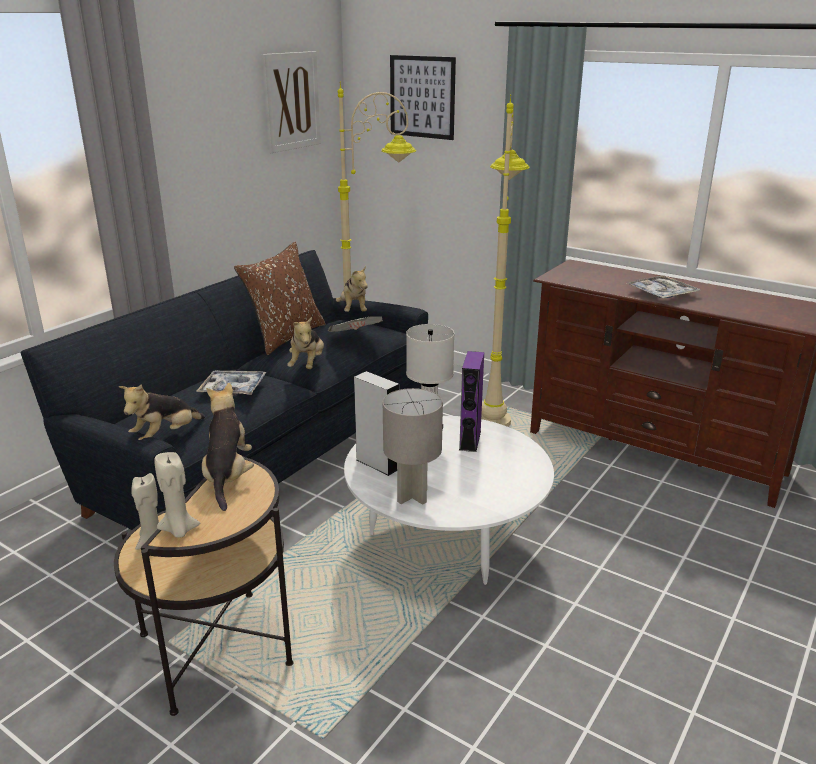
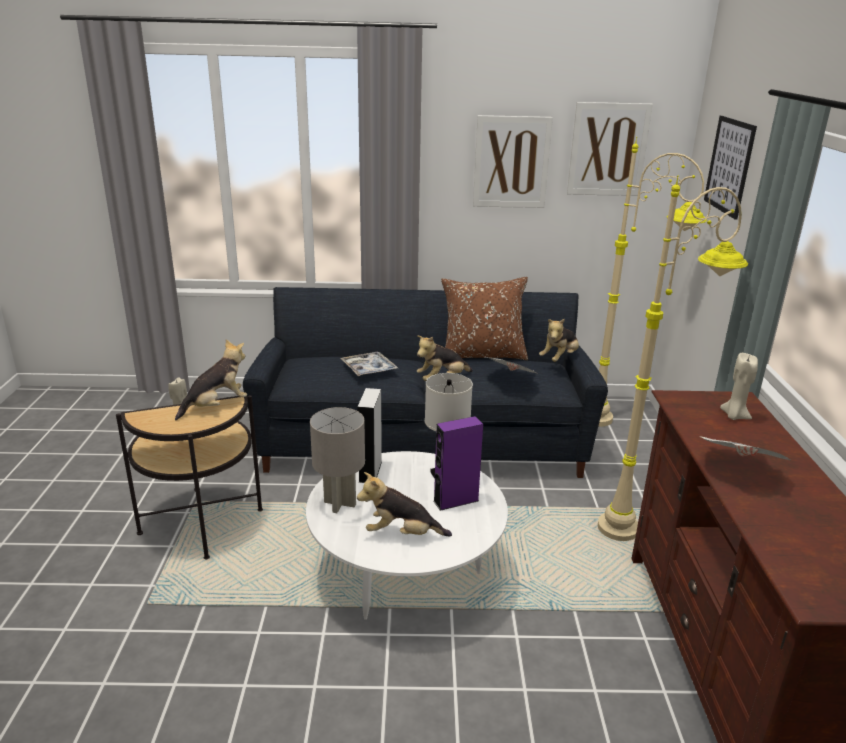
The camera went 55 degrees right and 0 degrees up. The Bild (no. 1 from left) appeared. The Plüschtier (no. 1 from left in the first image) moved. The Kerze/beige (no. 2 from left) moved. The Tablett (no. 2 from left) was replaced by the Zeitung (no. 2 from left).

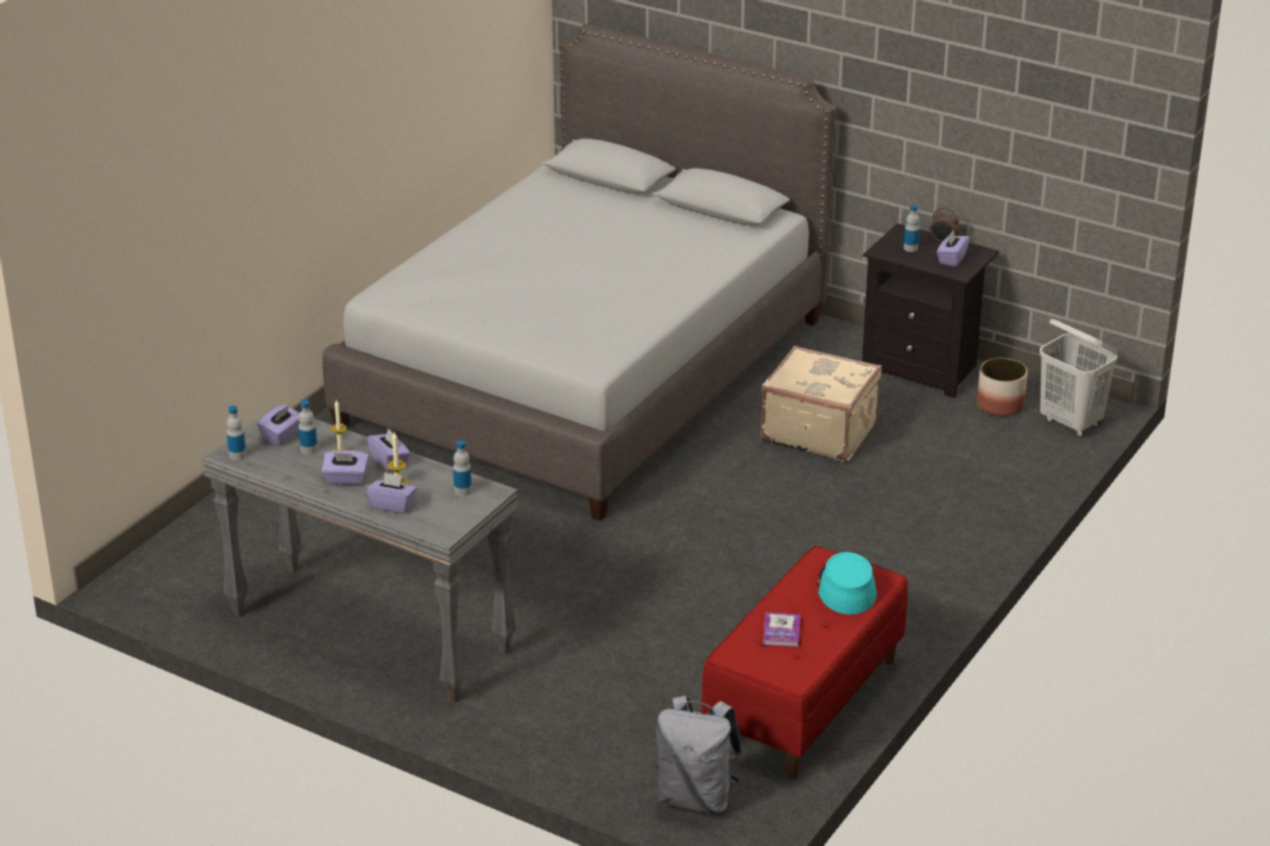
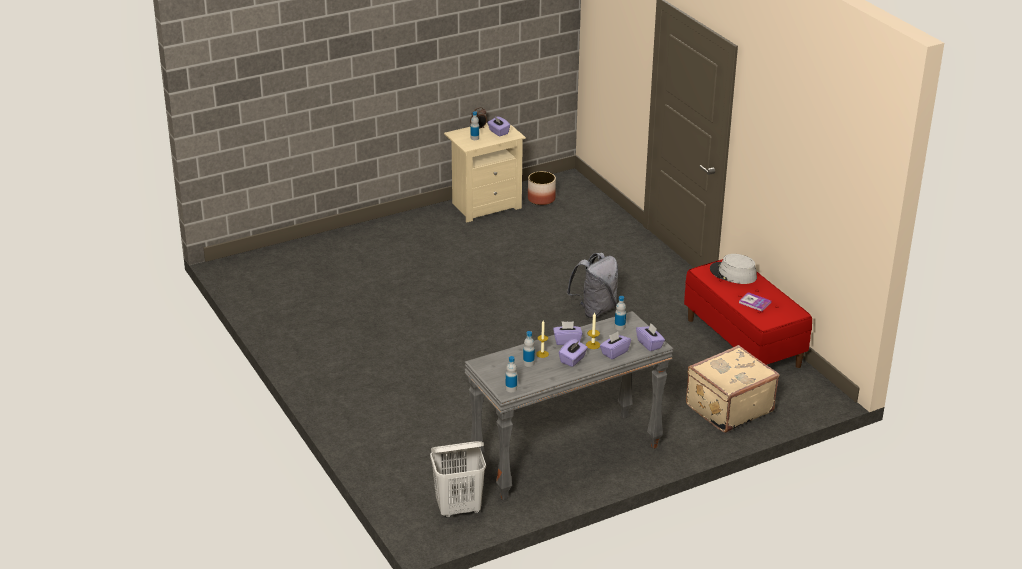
The camera went 60 degrees left and 0 degrees up. The Bett/grau disappeared. The Taschentuchbox/lila (no. 1 from left in the first image) moved. The Rucksack/grau moved. The Koffer/beige moved. The Wäschekorb/weiß moved. The Hut/türkis became the Hut/grau. The Nachttisch/schwarz became the Nachttisch/beige.

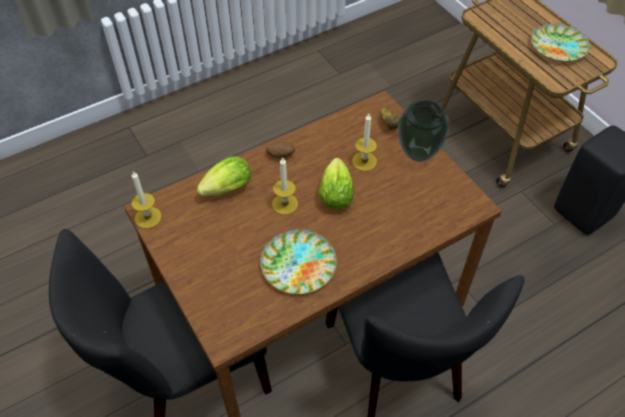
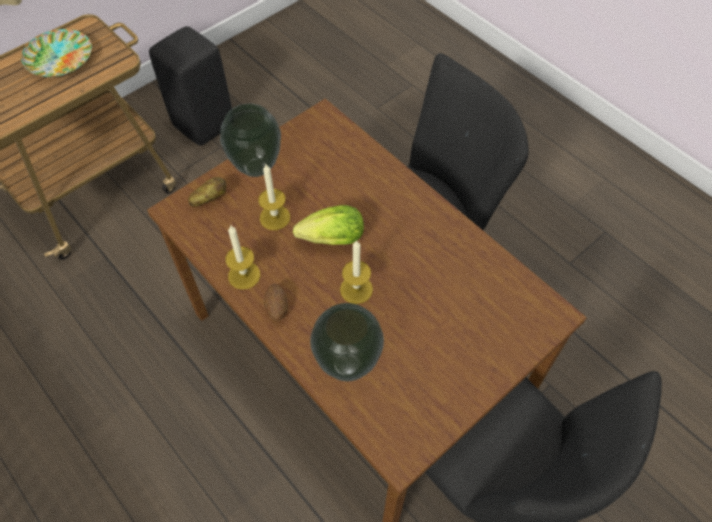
The camera went 100 degrees left and 5 degrees up. The Teller (no. 1 from left) disappeared. The Kerze (no. 1 from left) moved. The Salatkopf (no. 1 from left) was replaced by the Vase (no. 2 from left).

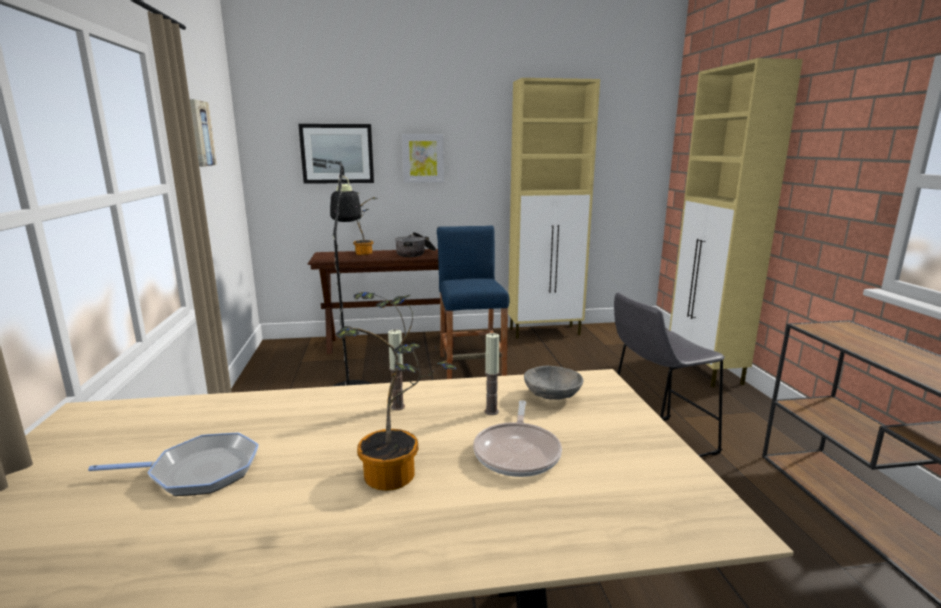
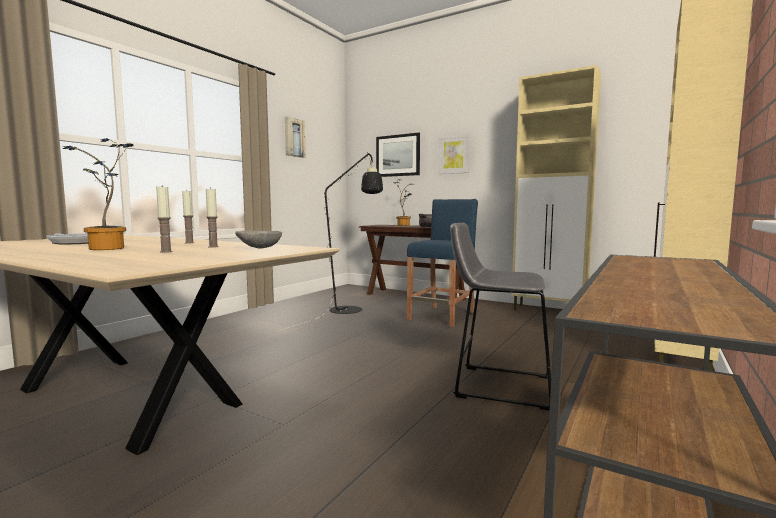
The camera went 40 degrees right and 10 degrees down. The Pfanne (no. 2 from left) was replaced by the Kerze (no. 1 from left).

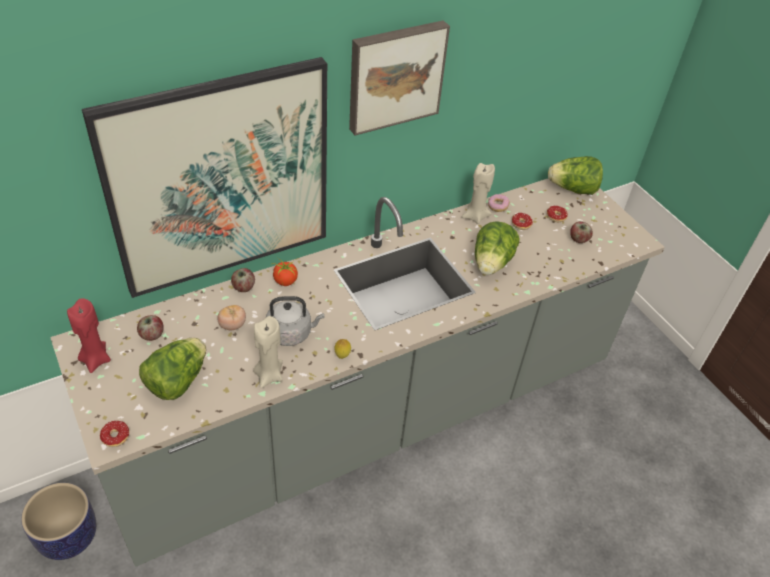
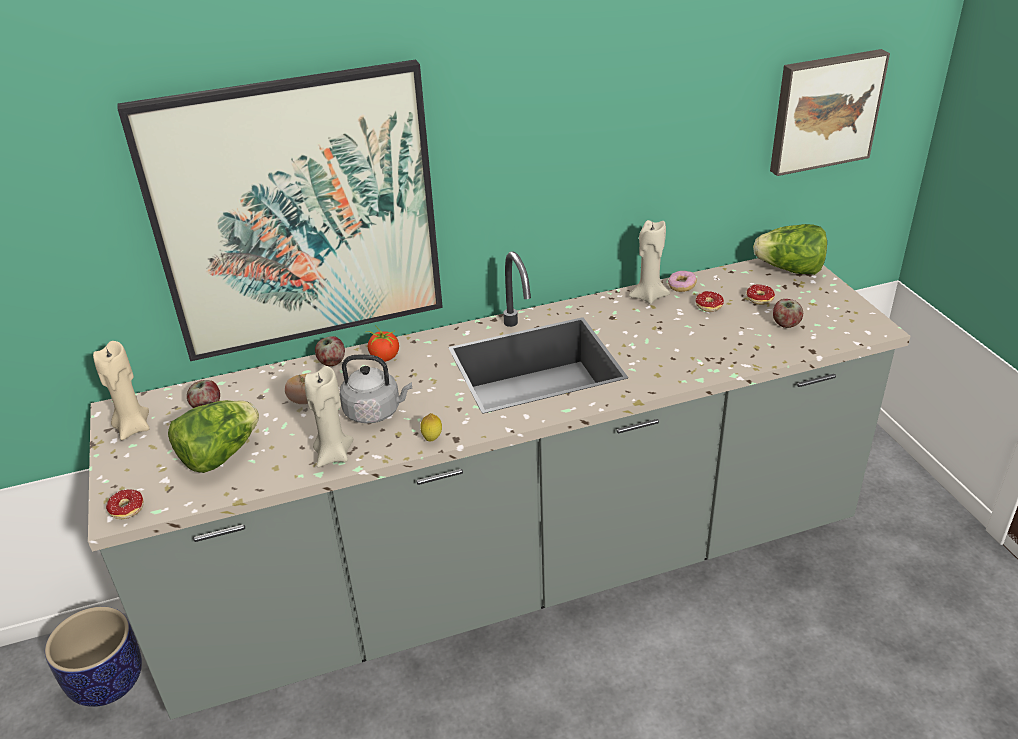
The camera went 15 degrees right and 10 degrees down. The Salatkopf (no. 2 from left) disappeared. The Bild (no. 2 from left) moved. The Kerze/rot became the Kerze/beige (no. 1 from left).

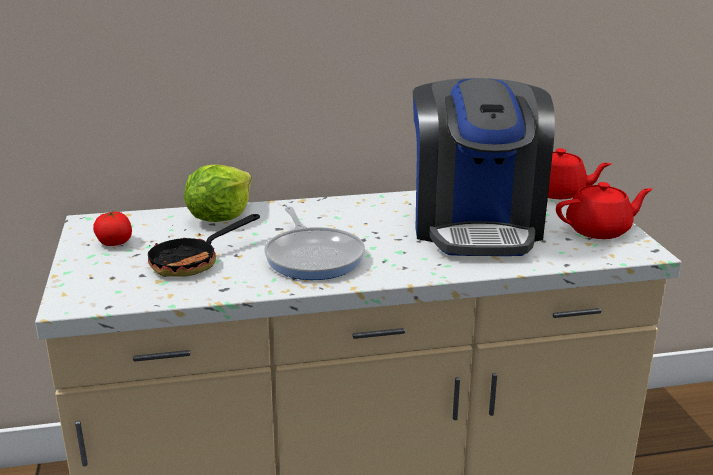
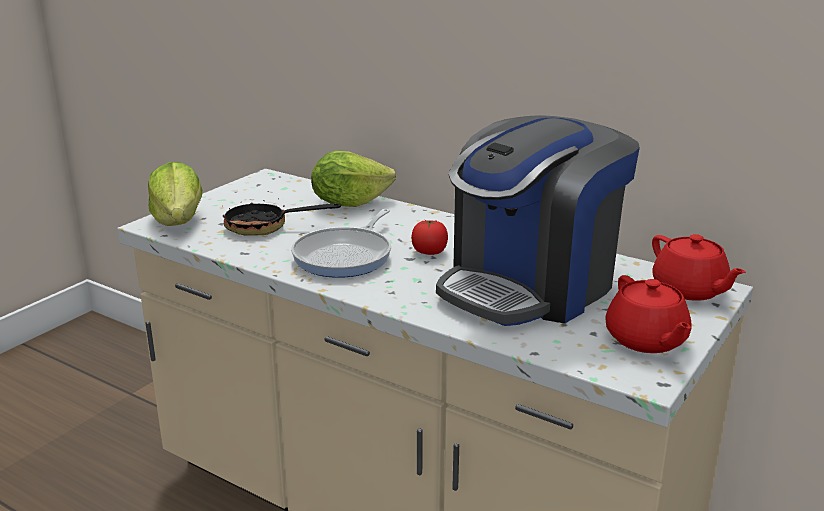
The camera went 45 degrees right and 0 degrees up. The Salatkopf (no. 1 from left) appeared. The Tomate moved. The Teekanne/rot (no. 2 from left in the first image) turned 45 degrees clockwise.

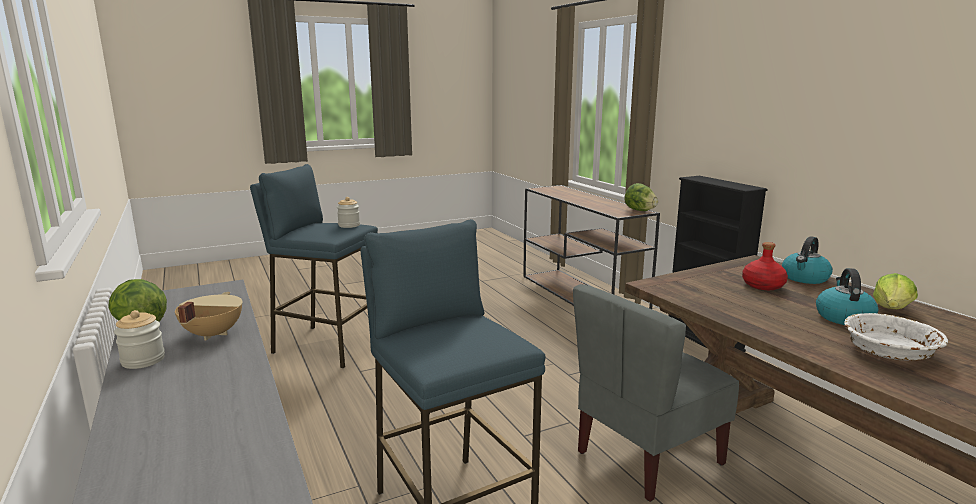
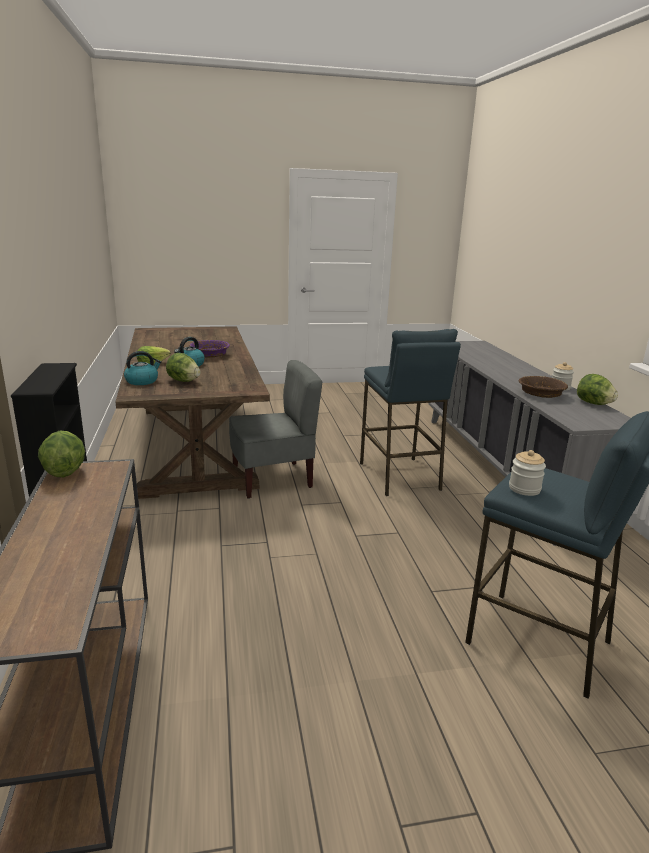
The camera went 165 degrees left and 5 degrees up. The Kochtopf/beige was replaced by the Schüssel/braun. The Flasche/rot was replaced by the Salatkopf (no. 3 from left). The Schüssel/weiß became the Schüssel/lila.

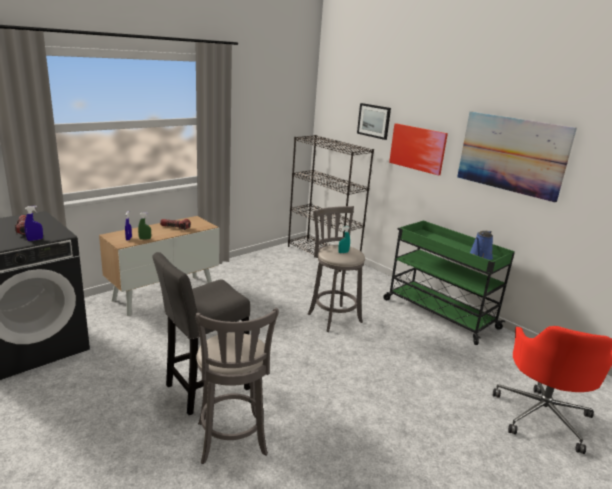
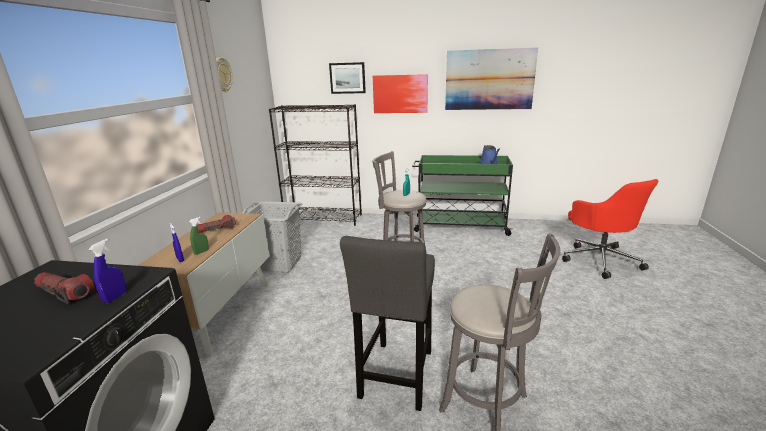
The camera went 35 degrees left and 0 degrees up. The Wanduhr appeared. The Wäschekorb/grau appeared.

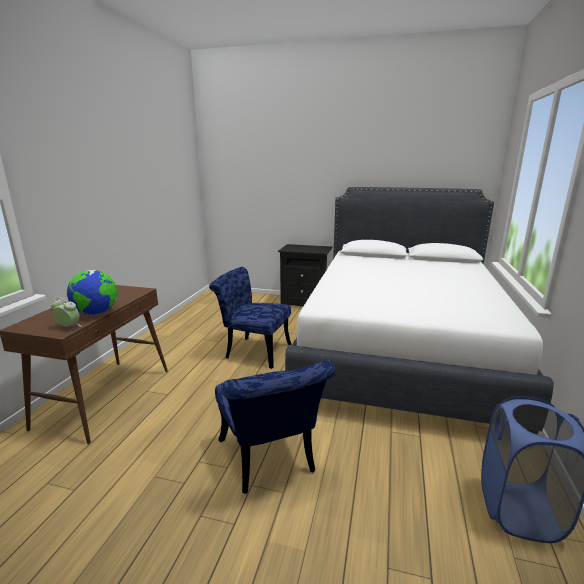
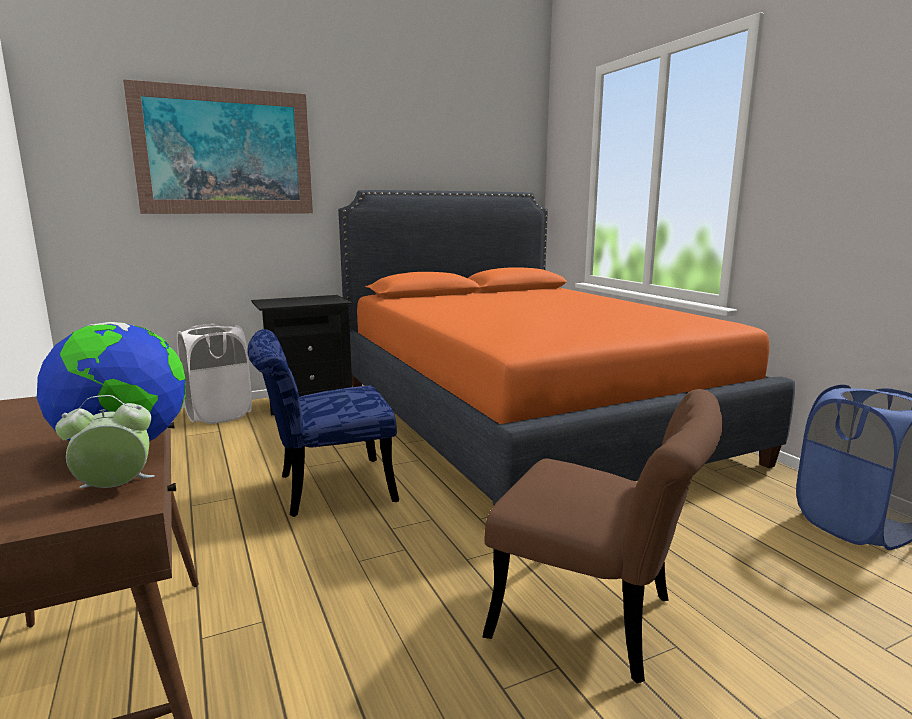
The camera went 40 degrees left and 5 degrees down. The Bild appeared. The Wäschekorb/weiß appeared. The Stuhl/blau (no. 2 from left) became the Stuhl/braun. The Bett/weiß became the Bett/orange.

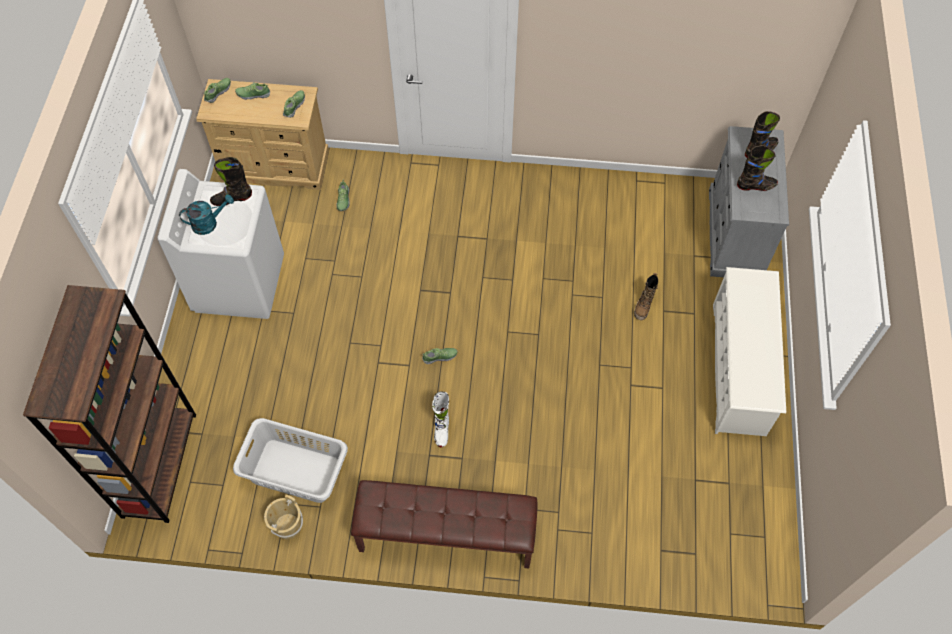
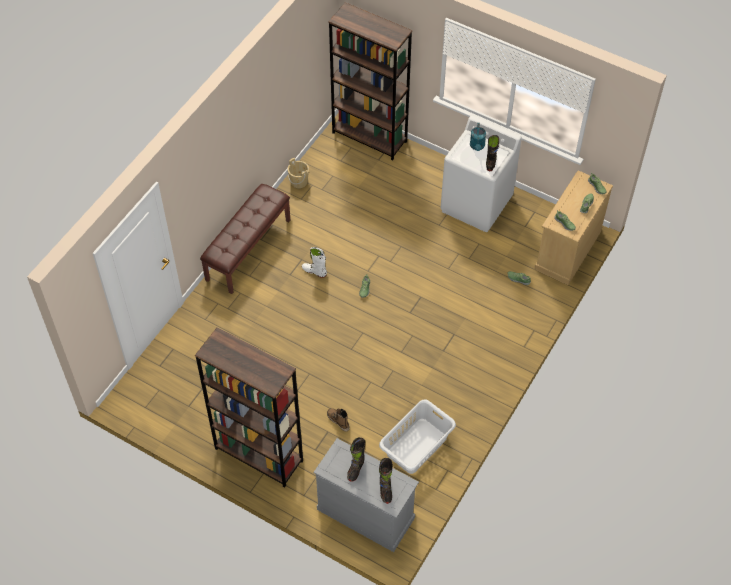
The camera went 115 degrees right and 5 degrees down. The Wäschekorb/grau moved. The Schuhregal/weiß was replaced by the Bücherregal/braun (no. 1 from left).

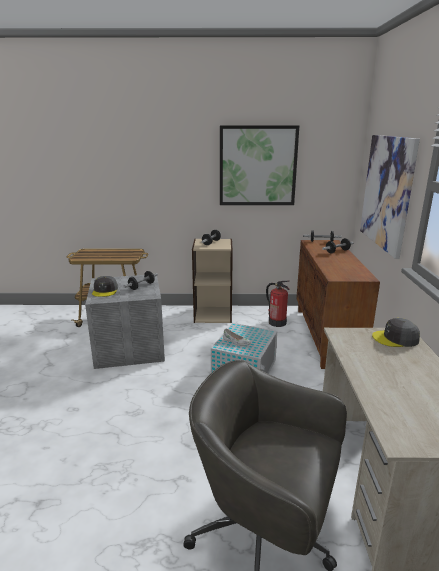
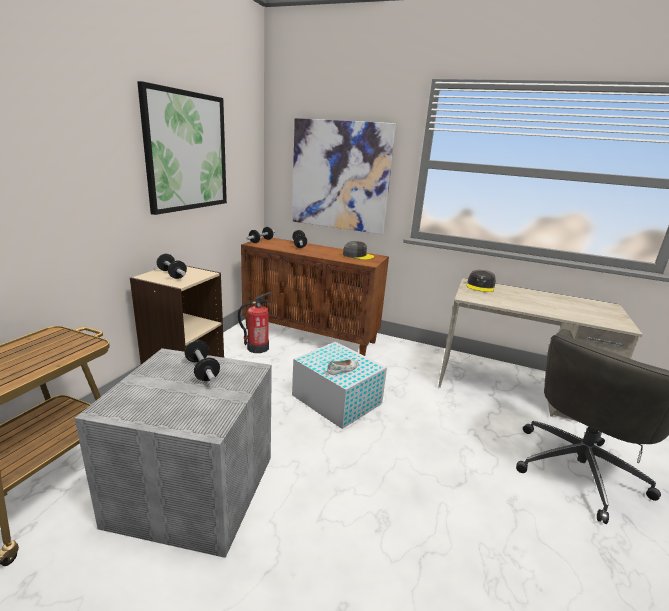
The camera went 70 degrees left and 0 degrees up. The Kappe/grau (no. 1 from left) moved.

